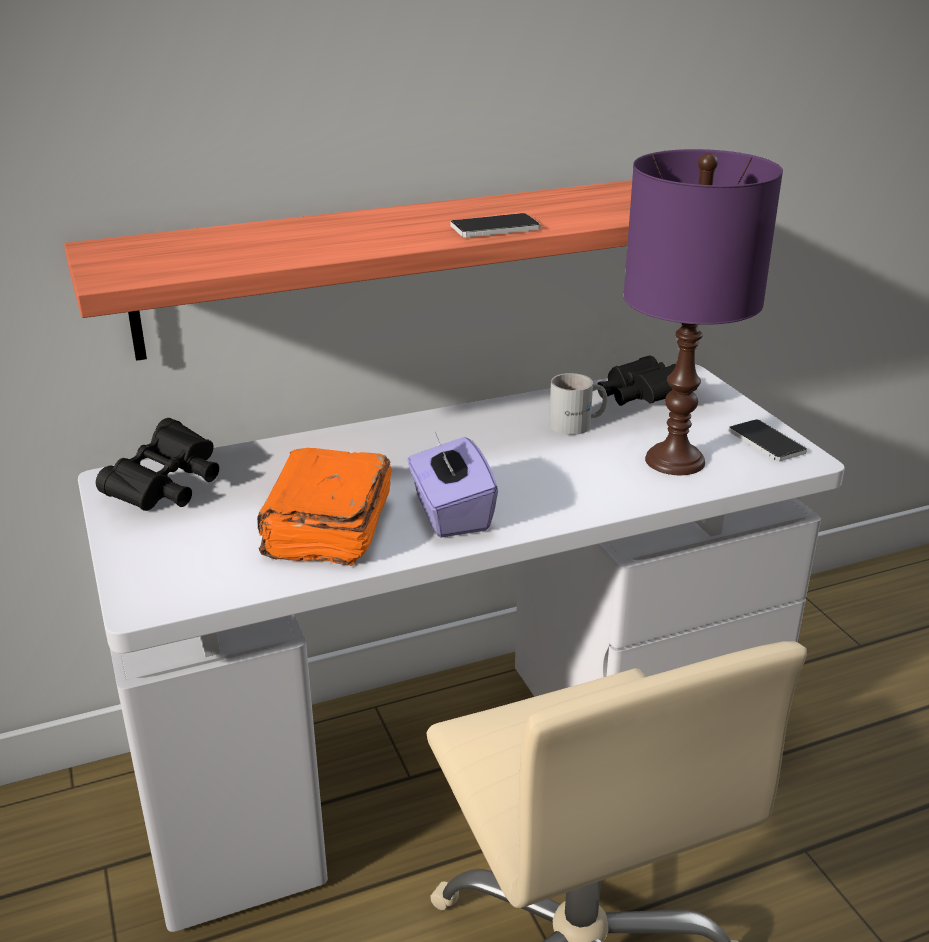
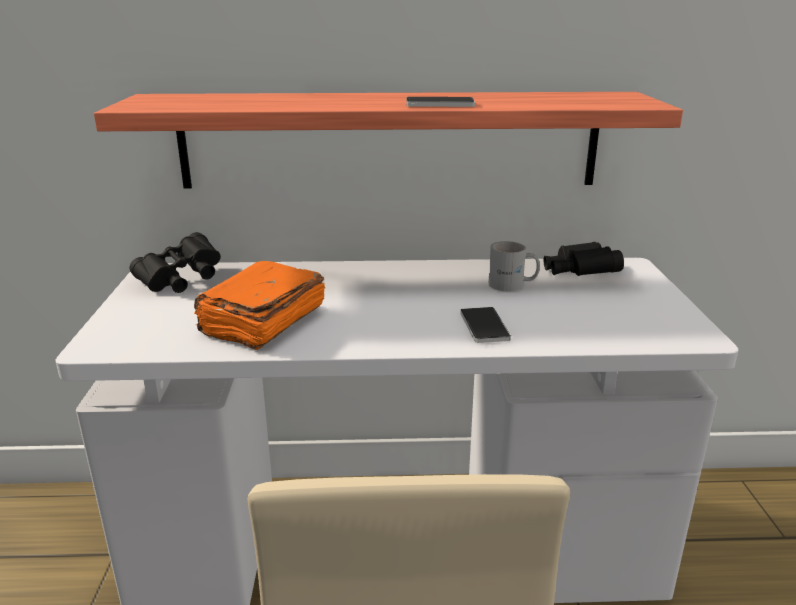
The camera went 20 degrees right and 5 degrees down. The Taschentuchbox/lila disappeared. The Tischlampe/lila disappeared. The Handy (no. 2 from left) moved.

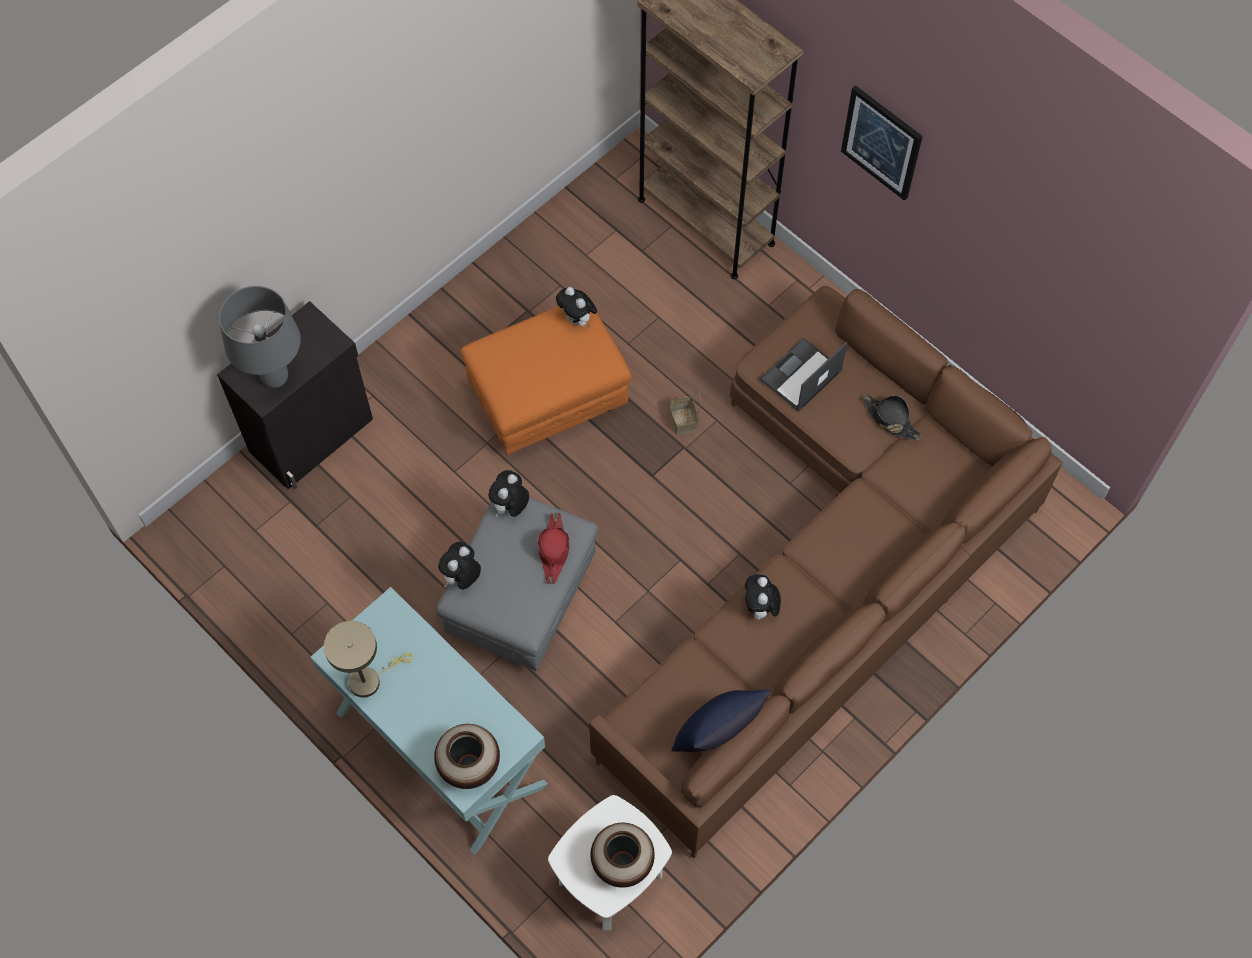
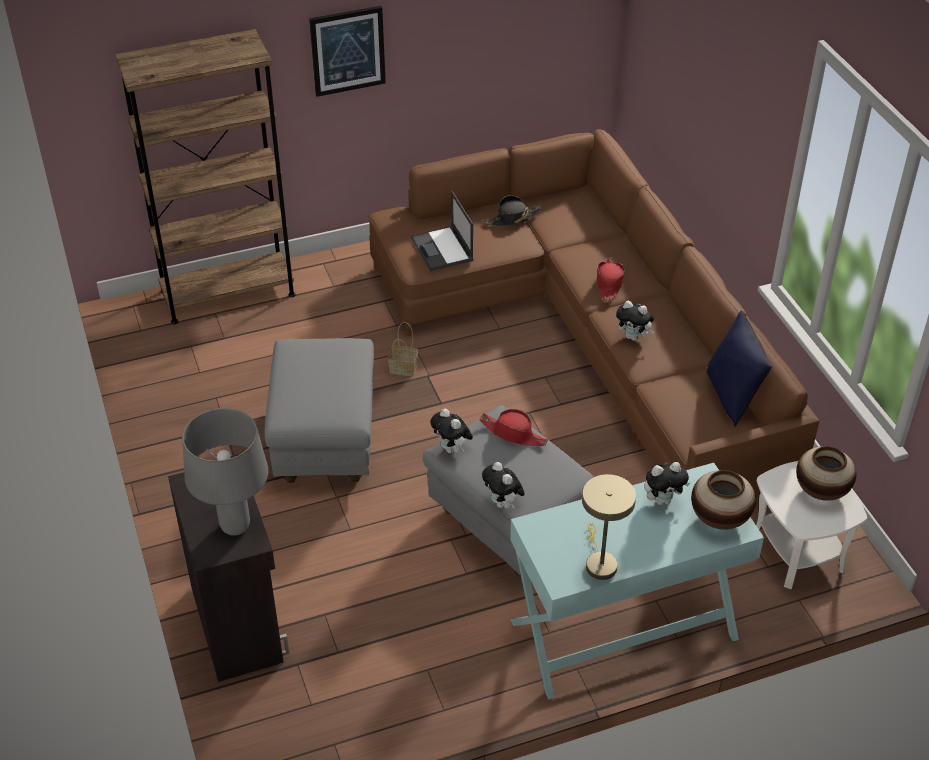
The camera went 65 degrees left and 20 degrees down. The Hut/rot (no. 2 from left) appeared. The Plüschtier (no. 3 from left in the first image) moved. The Polsterhocker/orange became the Polsterhocker/grau (no. 1 from left).

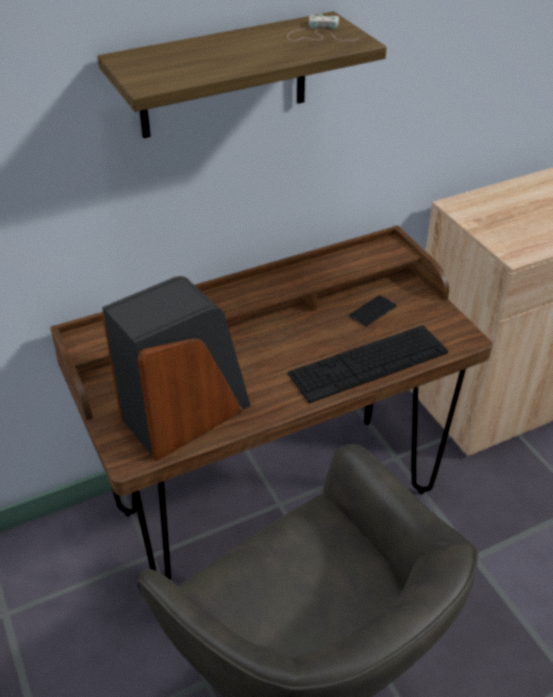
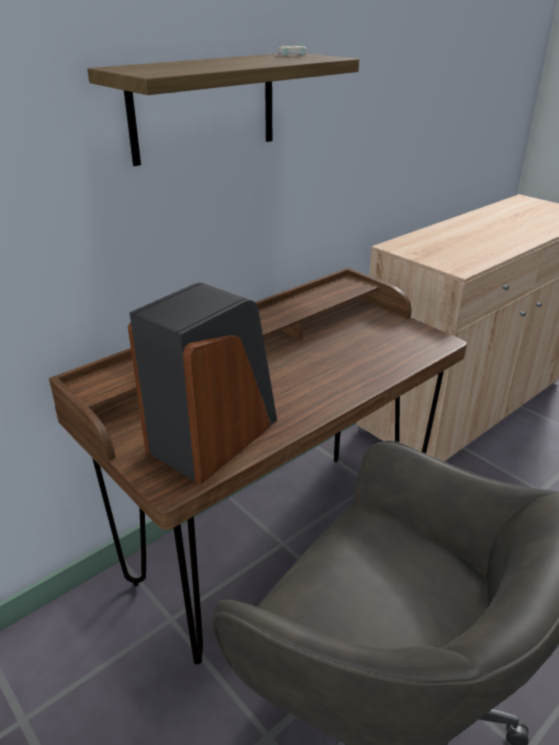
The camera went 15 degrees left and 10 degrees down. The Tastatur disappeared. The Handy disappeared.

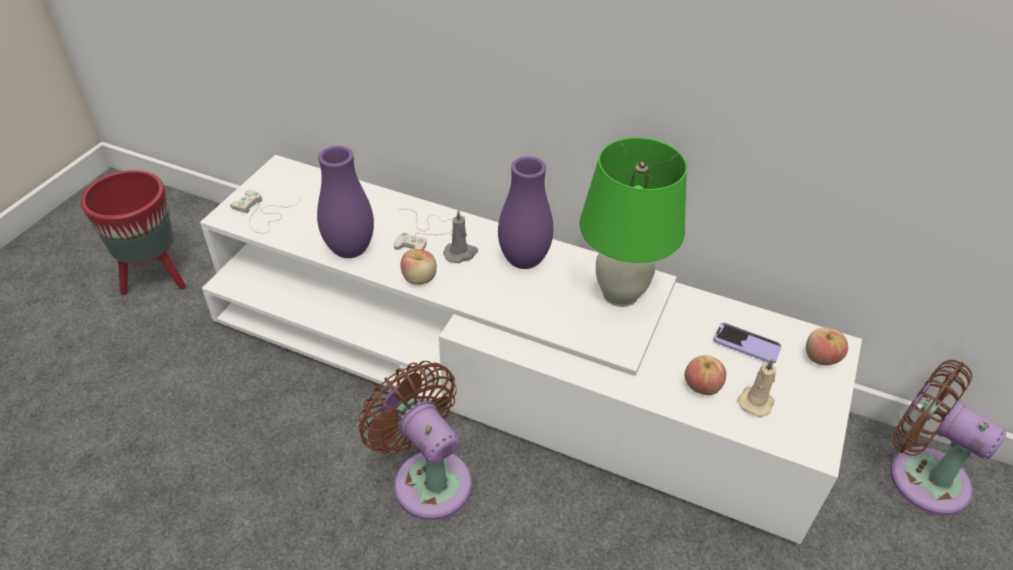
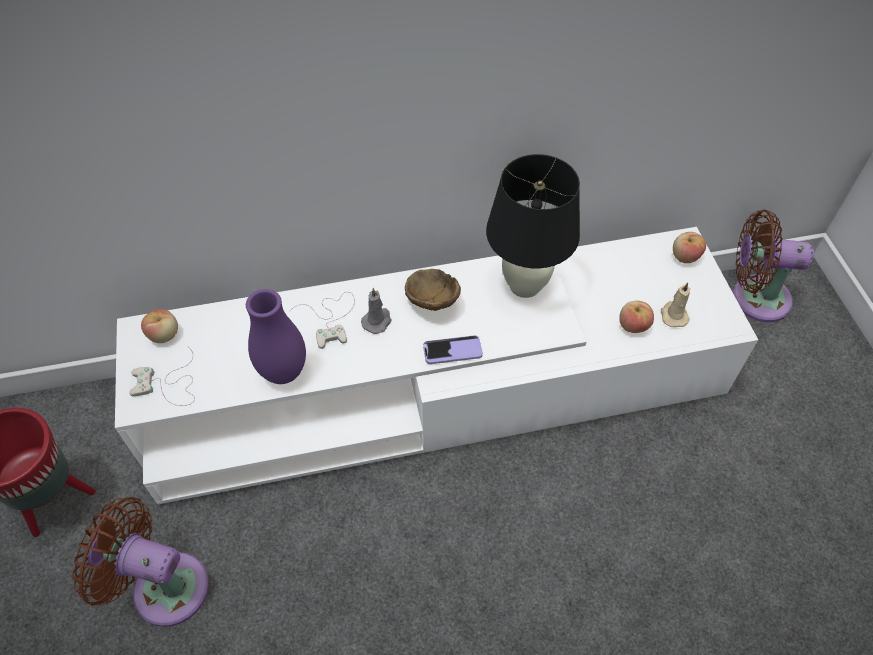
The camera went 35 degrees left and 10 degrees up. The Ventilator/braun (no. 1 from left) moved. The Apfel (no. 1 from left) moved. The Handy moved. The Vase/lila (no. 2 from left) was replaced by the Schüssel/braun. The Tischlampe/grün became the Tischlampe/schwarz.

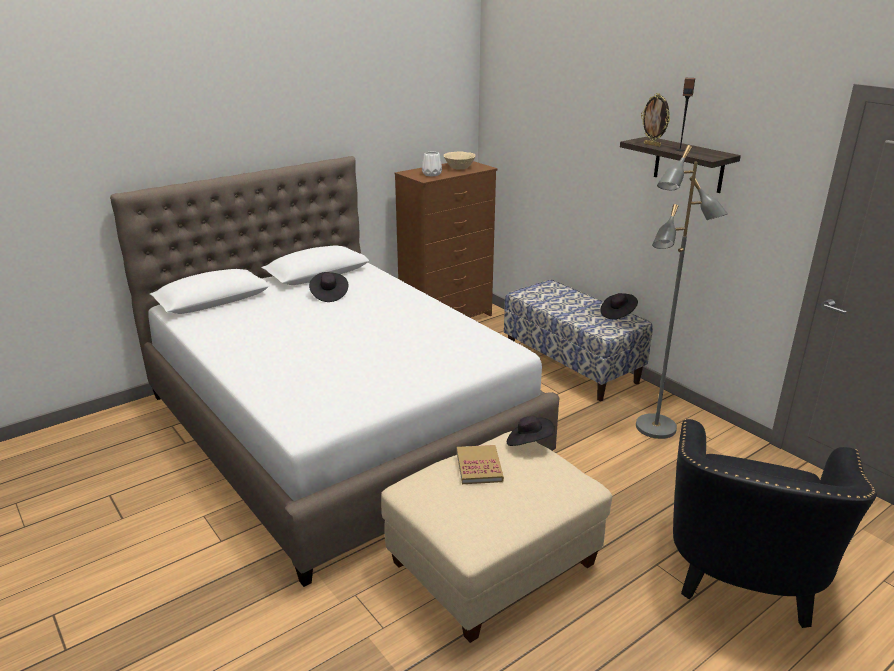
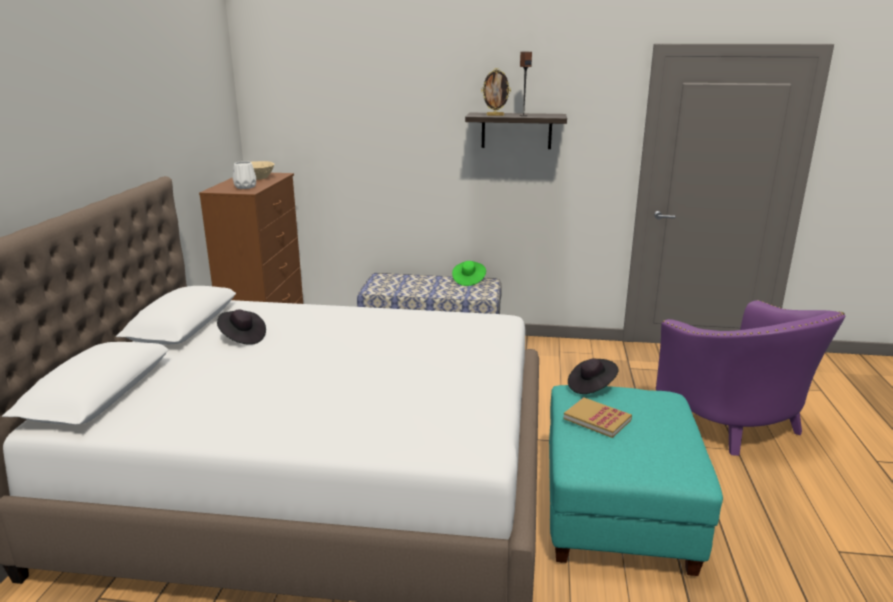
The camera went 45 degrees left and 5 degrees down. The Stehlampe/grau disappeared. The Polsterhocker/beige became the Polsterhocker/türkis. The Hut/schwarz (no. 3 from left) became the Hut/grün. The Sessel/schwarz became the Sessel/lila.

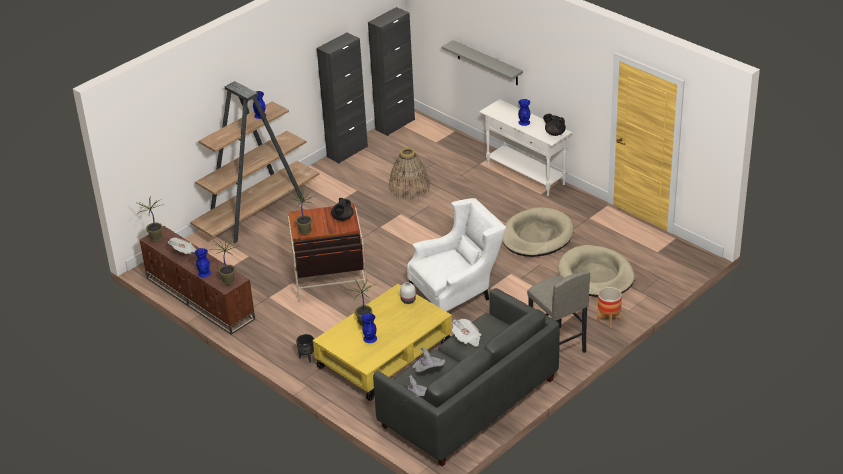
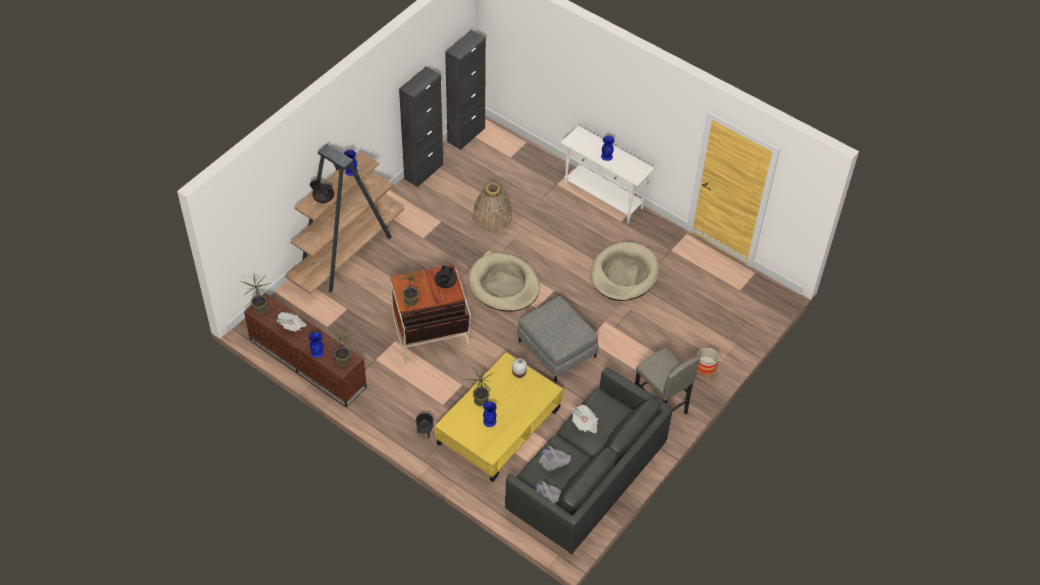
The camera went 10 degrees left and 15 degrees up. The Wandregal/grau disappeared. The Teekanne/schwarz (no. 2 from left in the first image) moved. The Hundebett/beige (no. 2 from left in the first image) moved. The Sessel/weiß was replaced by the Polsterhocker/grau.

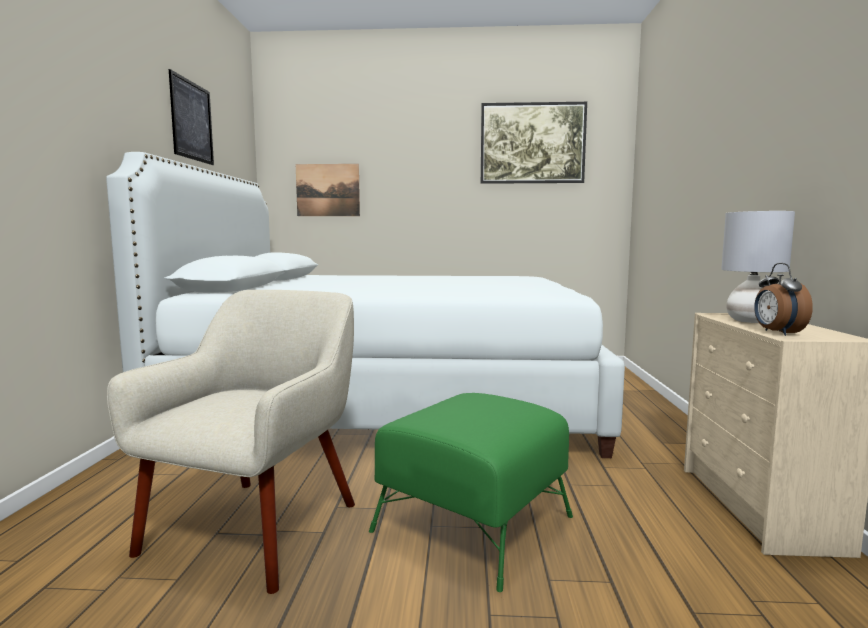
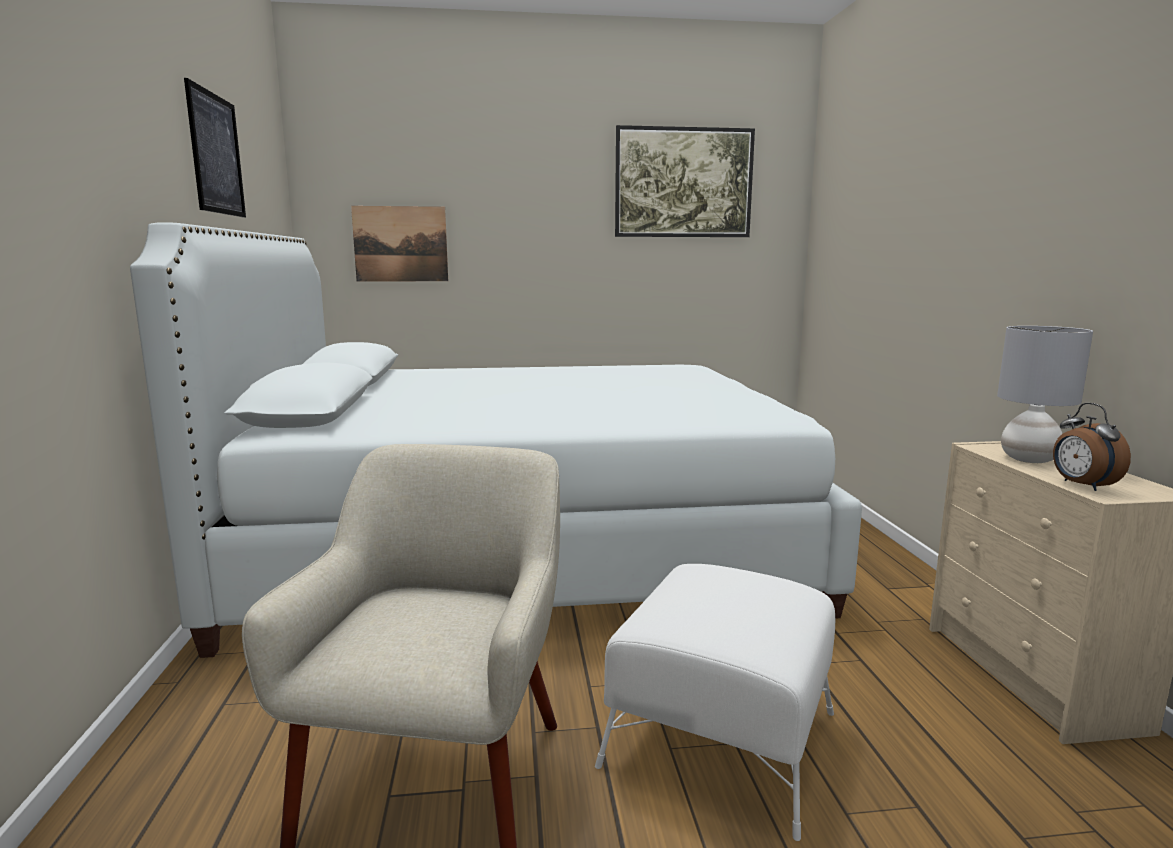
The camera went 10 degrees left and 5 degrees up. The Polsterhocker/grün became the Polsterhocker/weiß.

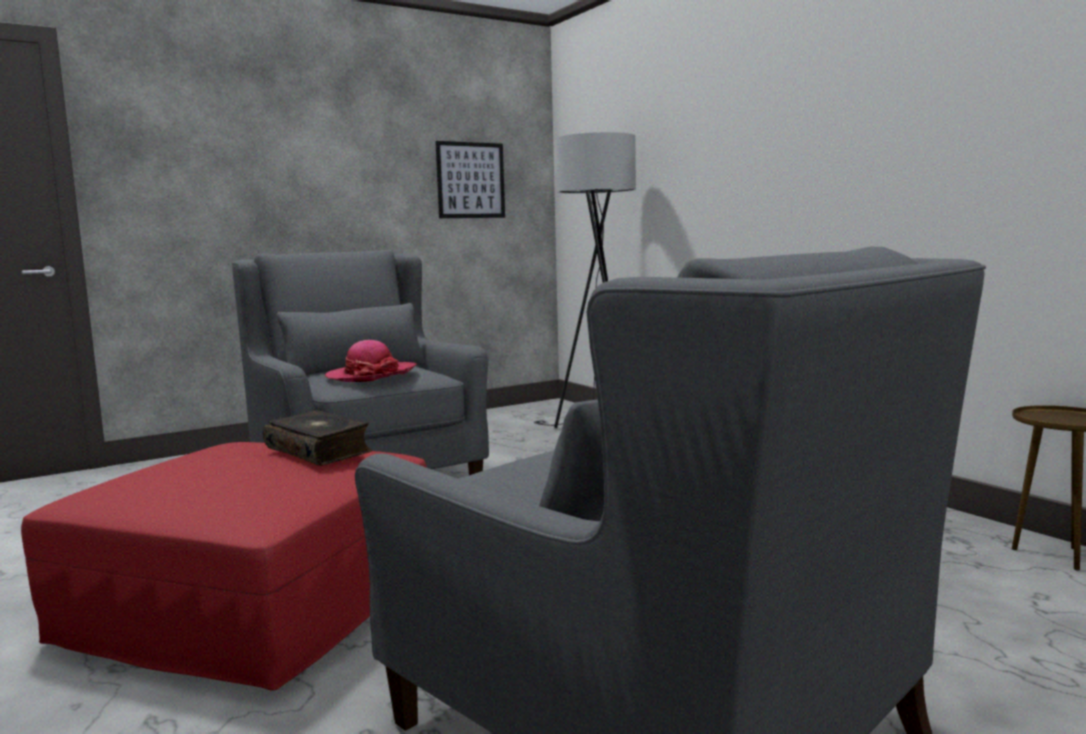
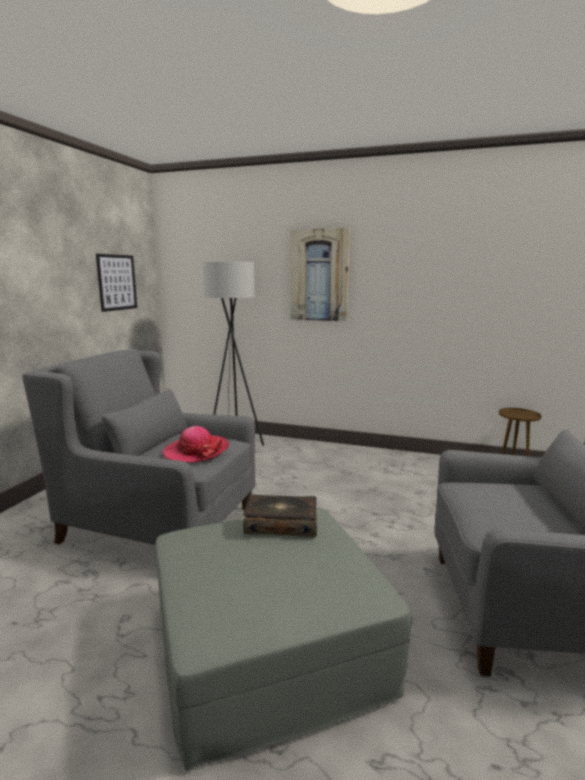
The camera went 40 degrees left and 5 degrees up. The Bild (no. 2 from left) appeared. The Polsterhocker/rot became the Polsterhocker/grau.

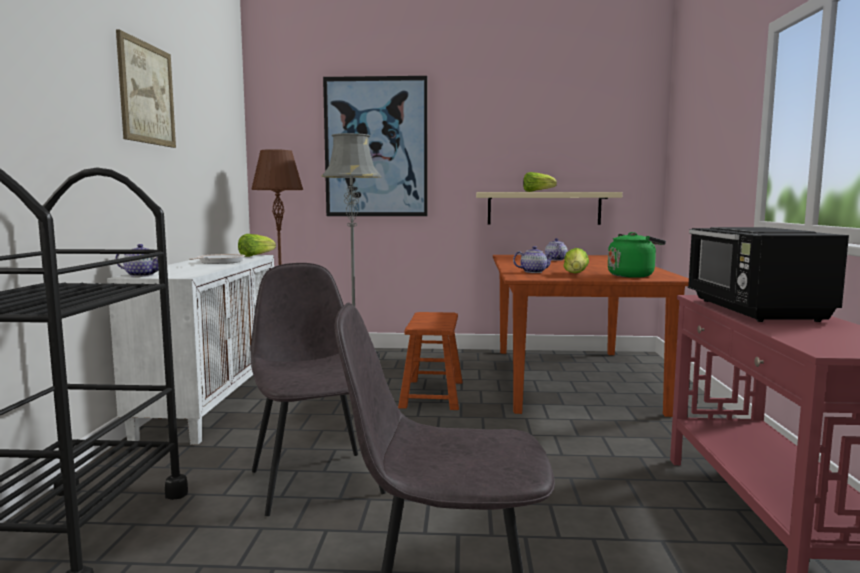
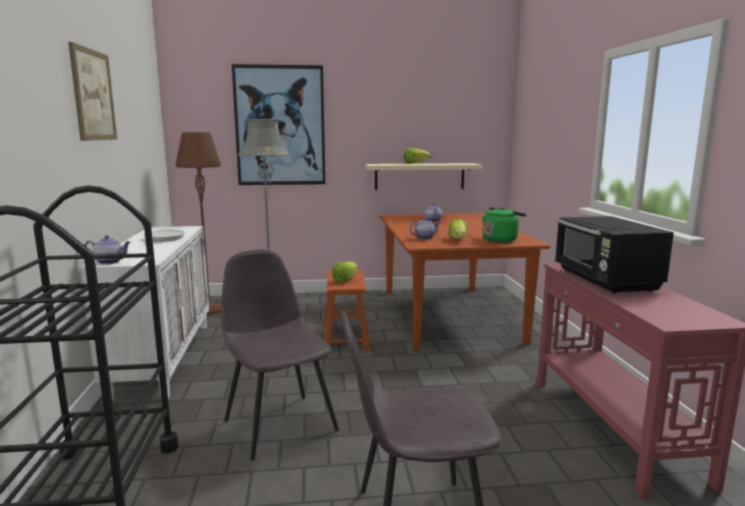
The camera went 10 degrees left and 5 degrees up. The Salatkopf (no. 1 from left) moved.

